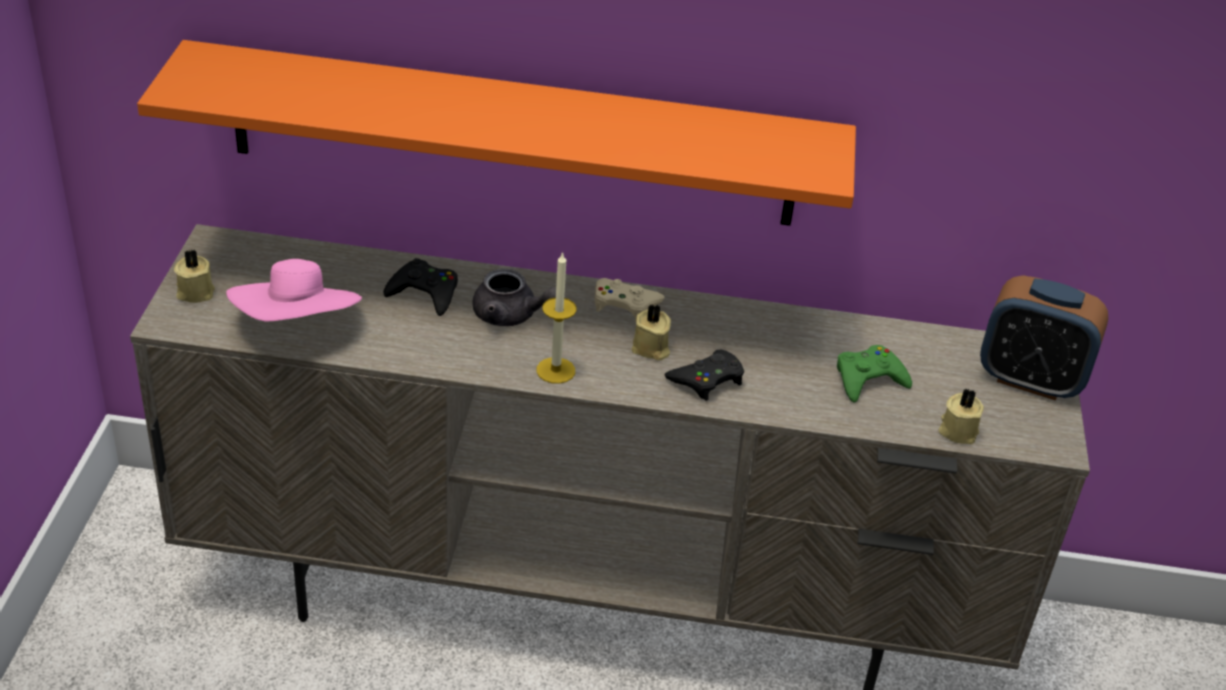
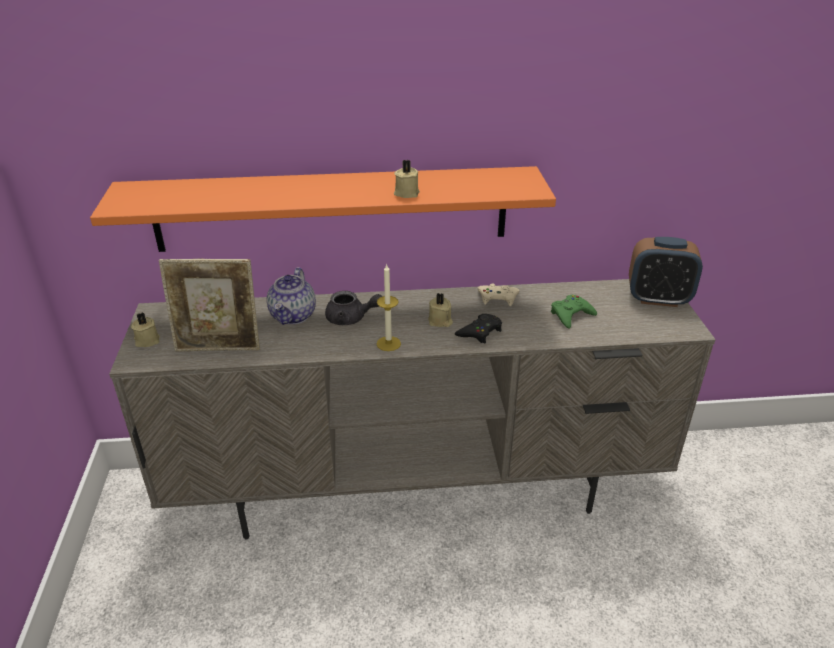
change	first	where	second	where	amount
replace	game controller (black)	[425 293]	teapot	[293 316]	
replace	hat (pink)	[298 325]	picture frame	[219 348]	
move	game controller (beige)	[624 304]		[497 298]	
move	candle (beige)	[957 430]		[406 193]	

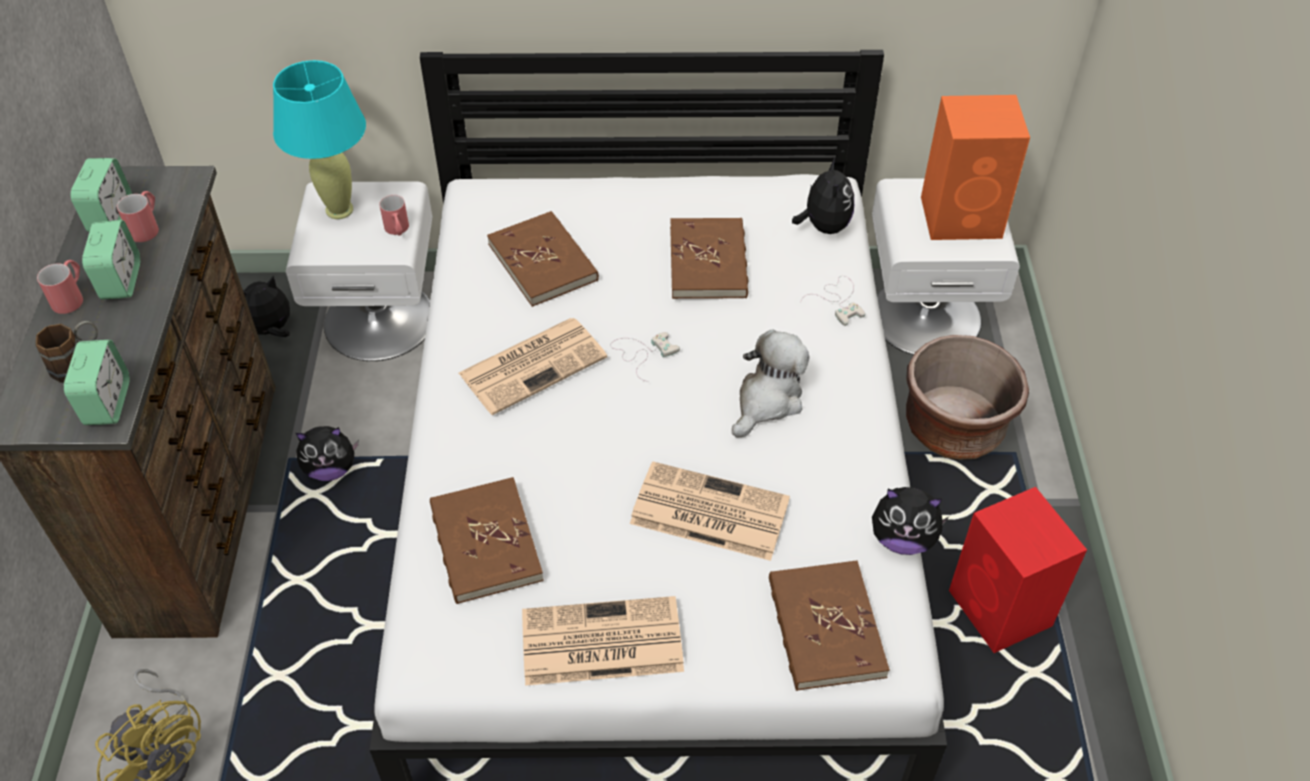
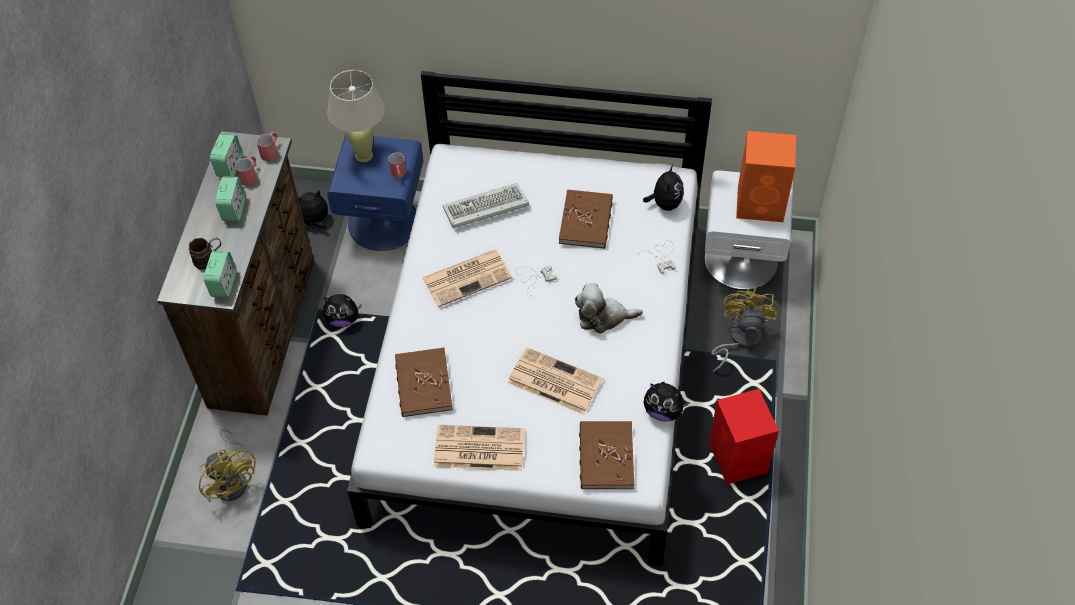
change	first	where	second	where	amount
recolor	table lamp (turquoise)	[339 210]	table lamp (beige)	[364 155]	
recolor	nightstand (white)	[379 319]	nightstand (blue)	[384 221]	
replace	book (brown)	[543 262]	keyboard	[484 209]	
move	mug (red)	[71 296]		[271 151]	
rotate	plush toy	[767 400]		[603 317]	135 degrees counterclockwise
replace	planter (brown)	[953 428]	fan (yellow)	[739 339]	

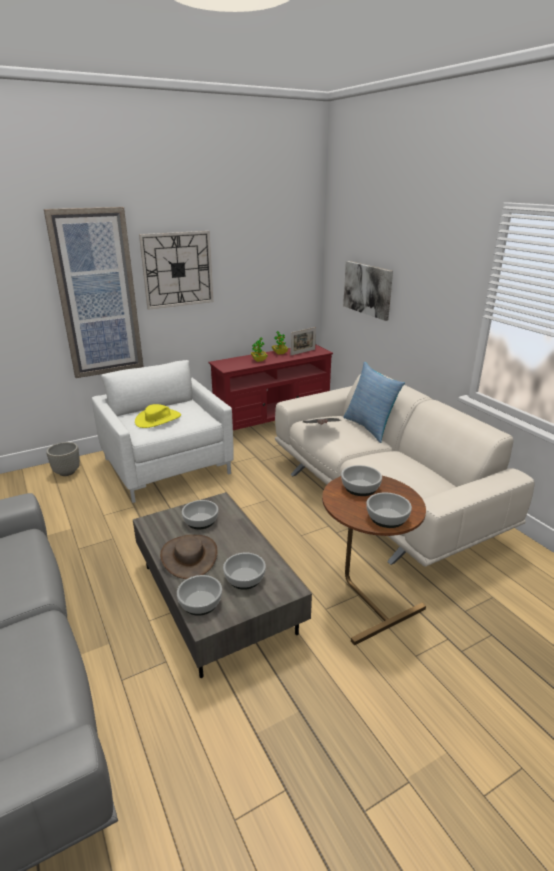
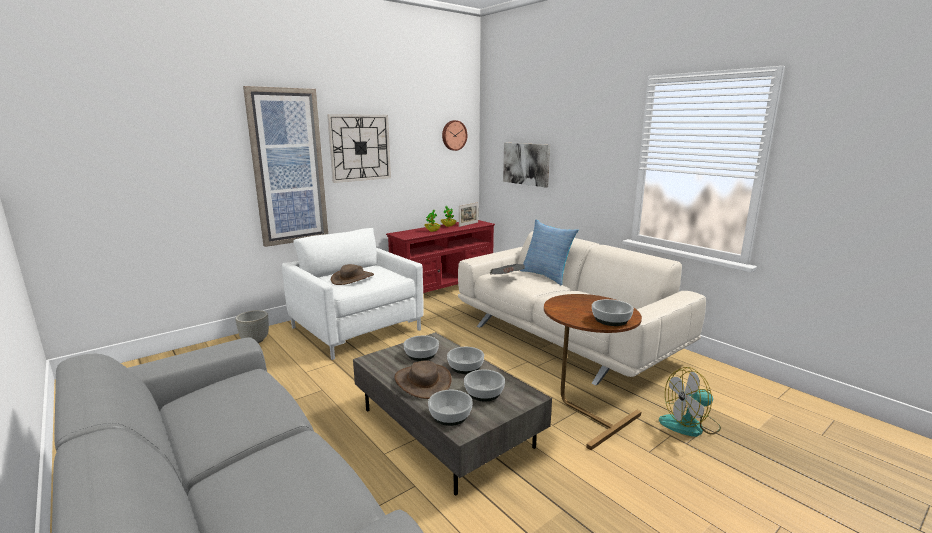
change	first	where	second	where	amount
recolor	hat (yellow)	[158 419]	hat (brown)	[352 278]	
move	bowl	[360 487]		[465 366]	
insert			wall clock	[453 135]	
insert			fan	[690 425]	

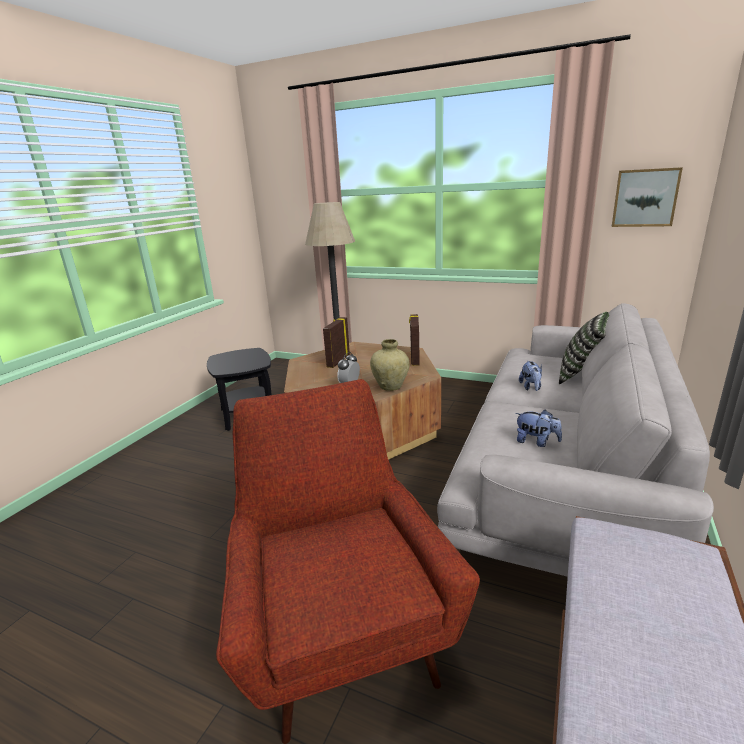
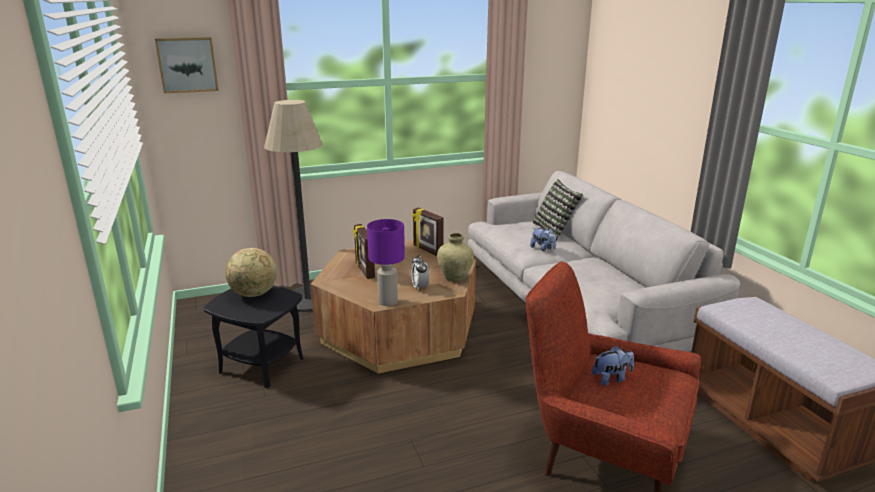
change	first	where	second	where	amount
move	picture	[645 198]		[187 65]	
move	plush toy	[536 442]		[611 378]	
insert			table lamp (purple)	[388 301]	
insert			globe	[254 294]	

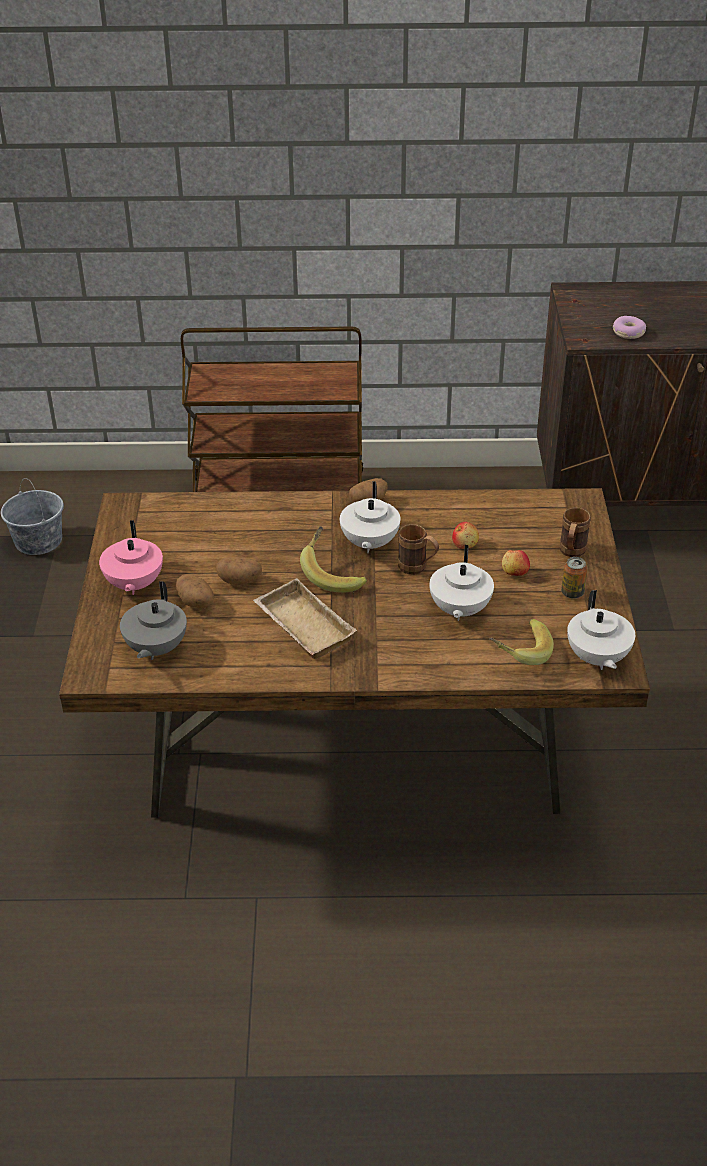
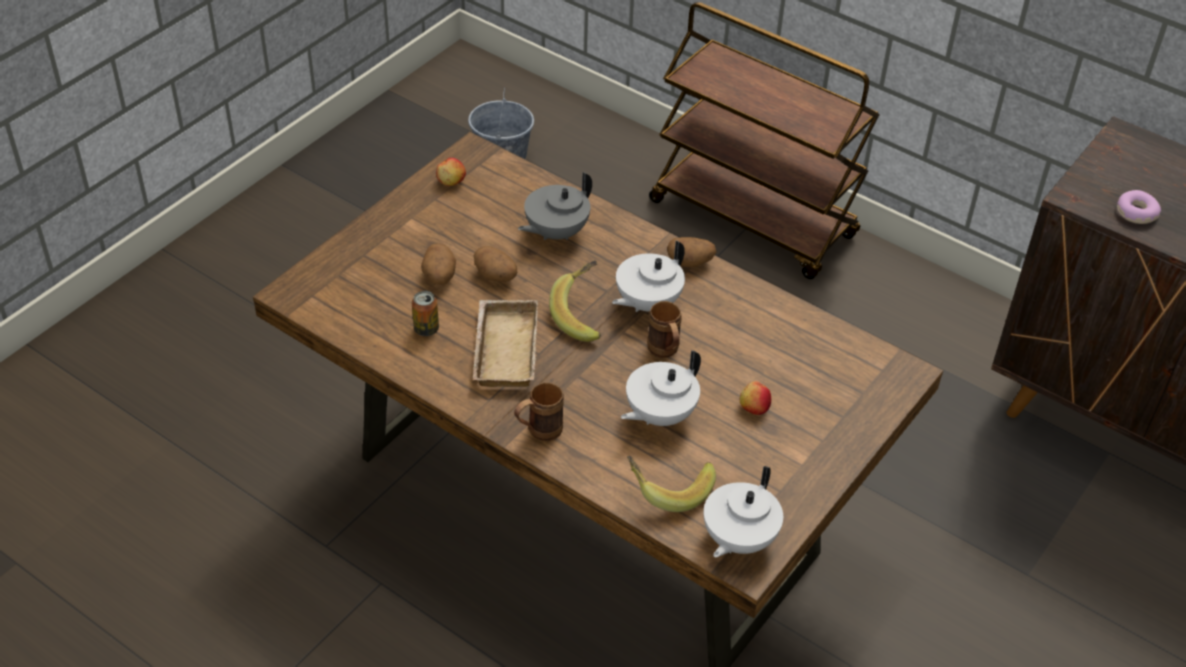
change	first	where	second	where	amount
move	mug (brown)	[571 553]		[538 432]	
delete	teapot (pink)	[133 585]			
move	apple	[465 544]		[451 181]	
move	can	[572 593]		[426 329]	
move	teapot (grey)	[155 648]		[555 232]	

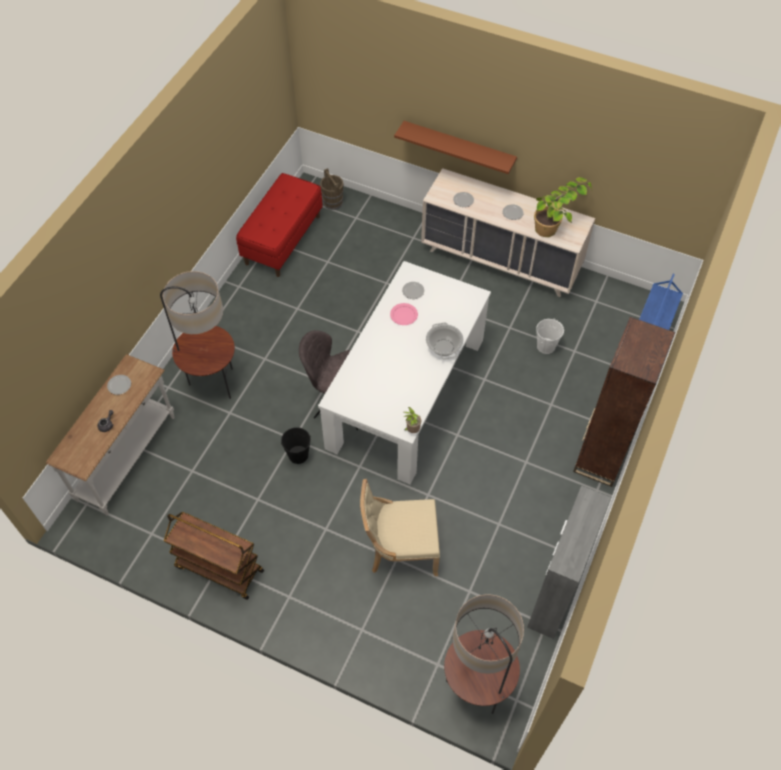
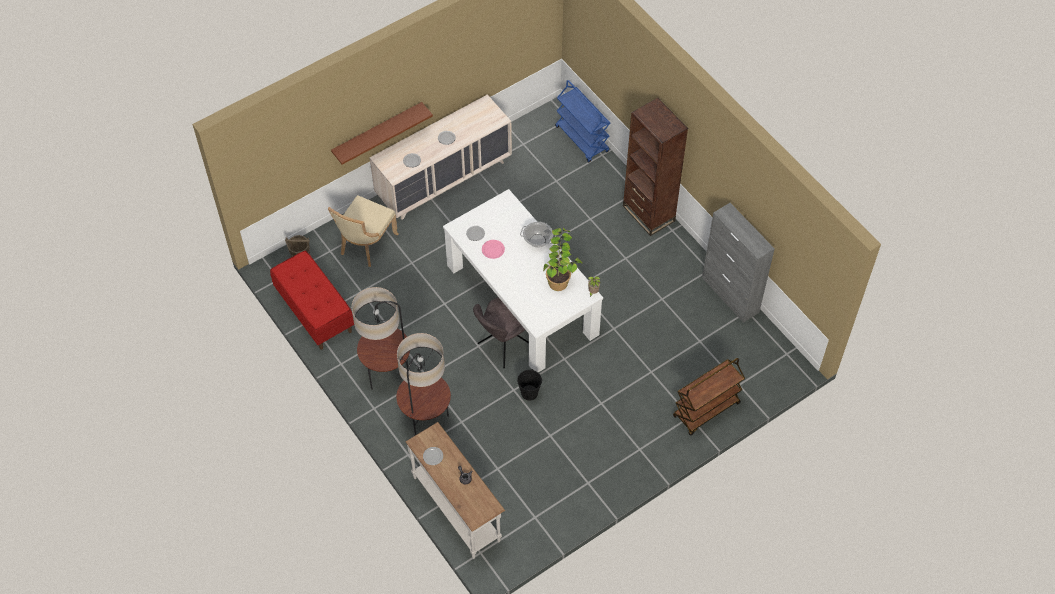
change	first	where	second	where	amount
move	potted plant	[556 227]		[560 274]	
delete	bucket (white)	[545 346]			
move	chair (beige)	[400 549]		[366 245]	
move	cart (brown)	[218 569]		[706 410]	
move	floor lamp	[476 688]		[387 375]	

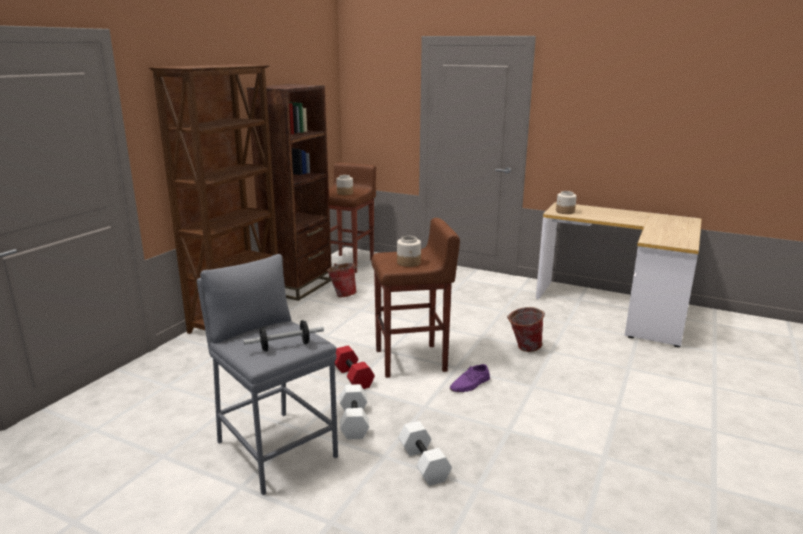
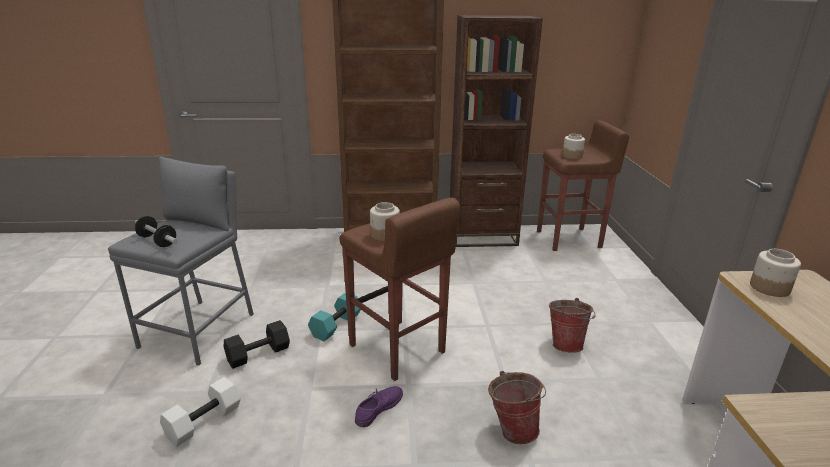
change	first	where	second	where	amount
move	bucket	[343 294]		[566 344]	
recolor	dumbbell (red)	[352 377]	dumbbell (turquoise)	[335 325]	
rotate	shoe (purple)	[470 384]		[379 408]	105 degrees clockwise
recolor	dumbbell (white)	[353 421]	dumbbell (black)	[258 353]	

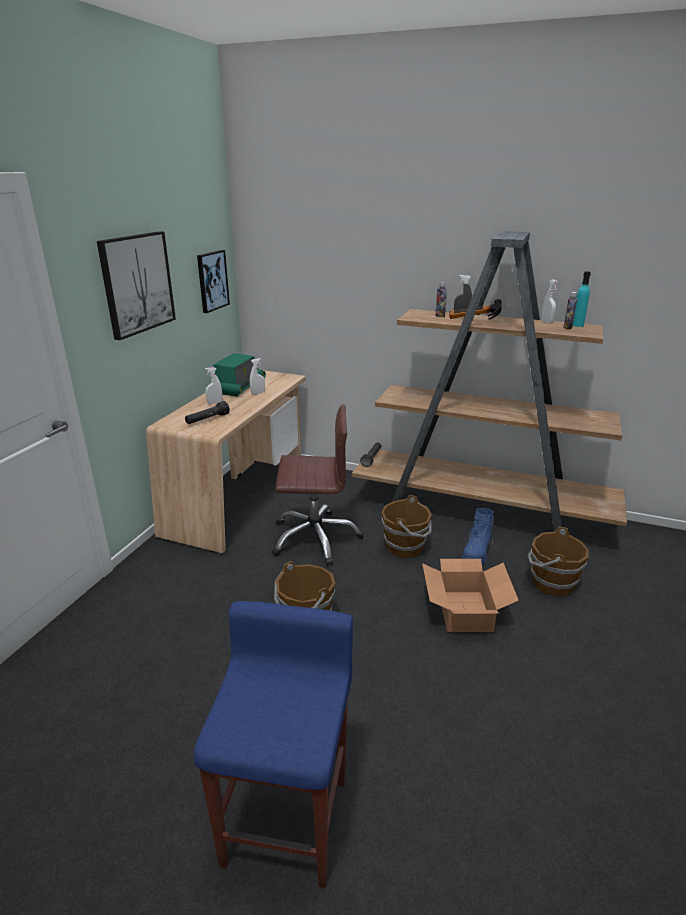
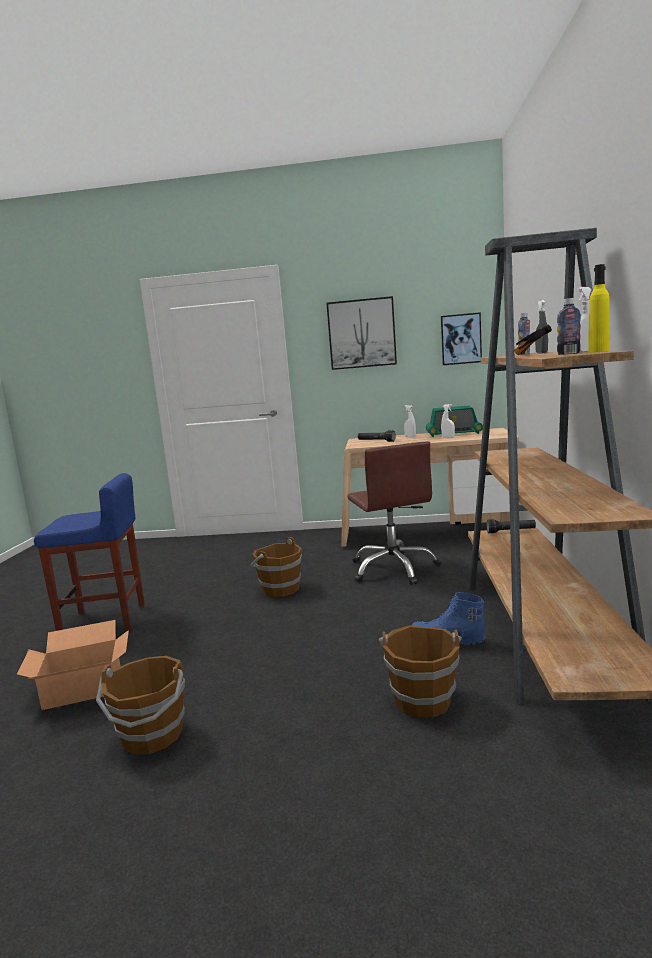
change	first	where	second	where	amount
recolor	bottle (turquoise)	[577 325]	bottle (yellow)	[598 352]	
move	bucket (brown)	[405 547]		[152 736]	
move	cardboard box	[465 611]		[84 687]	

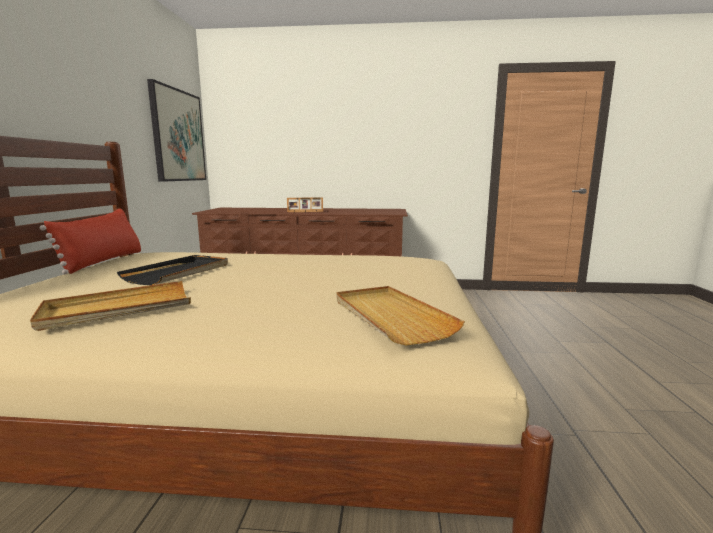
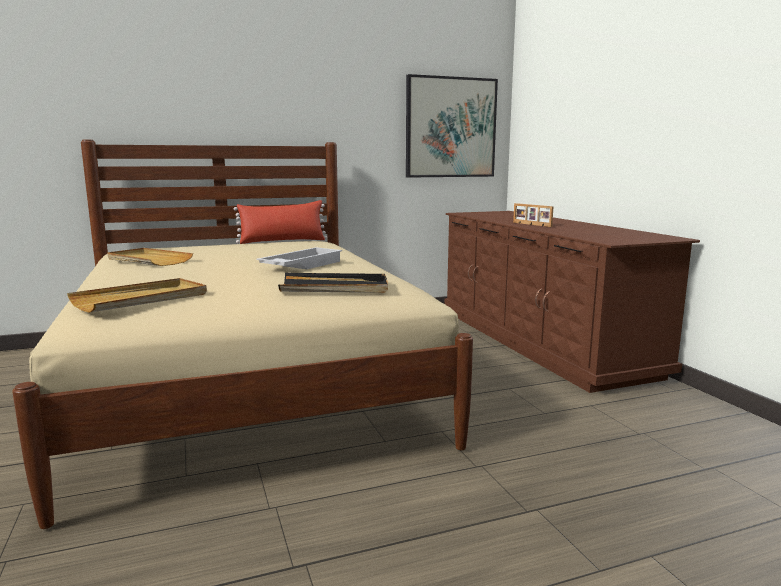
change	first	where	second	where	amount
move	tray (black)	[179 272]		[335 287]	
insert			tray (white)	[301 265]	

